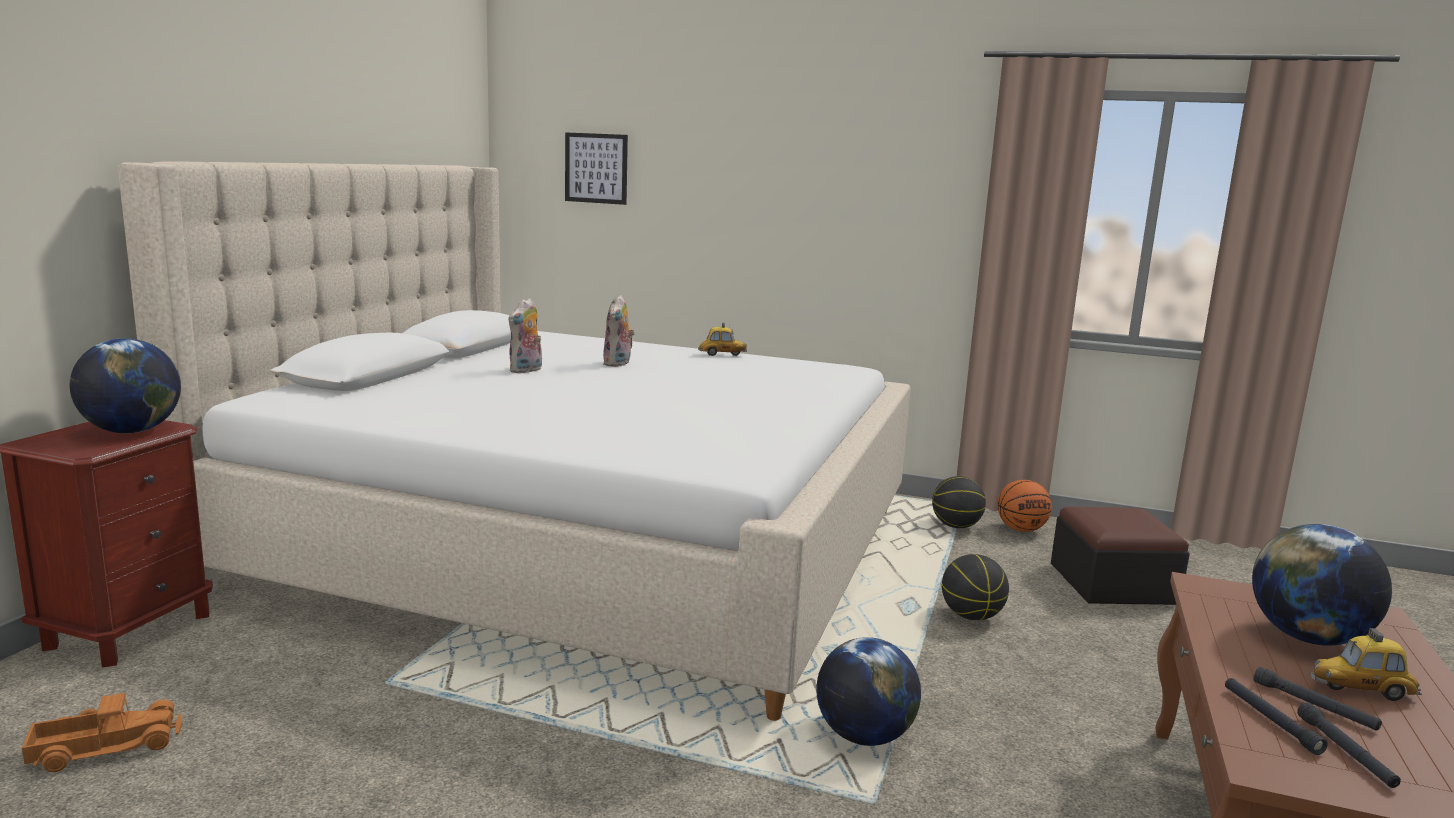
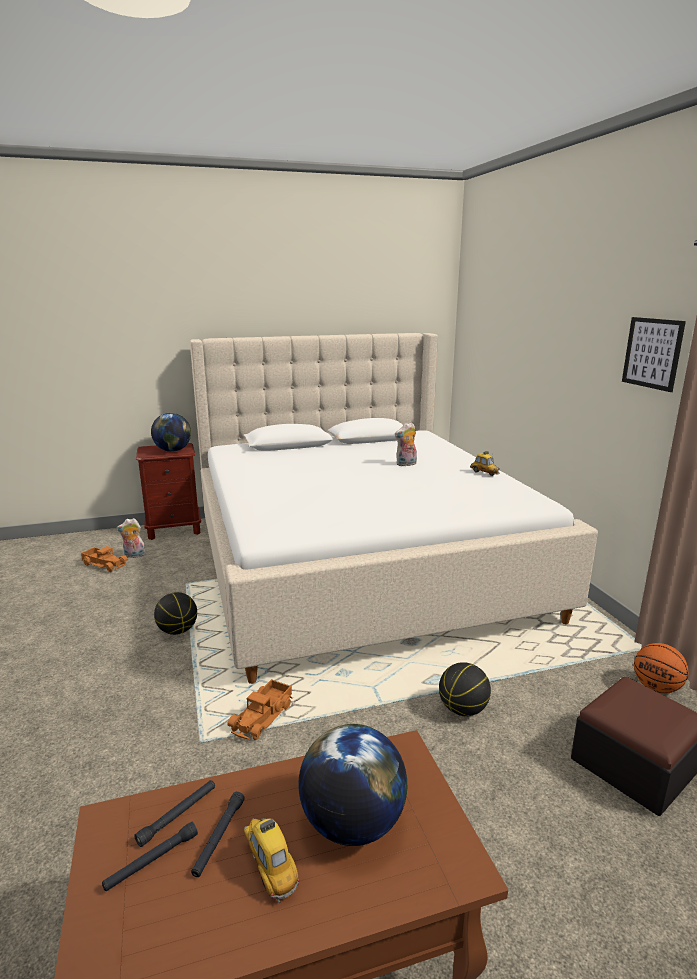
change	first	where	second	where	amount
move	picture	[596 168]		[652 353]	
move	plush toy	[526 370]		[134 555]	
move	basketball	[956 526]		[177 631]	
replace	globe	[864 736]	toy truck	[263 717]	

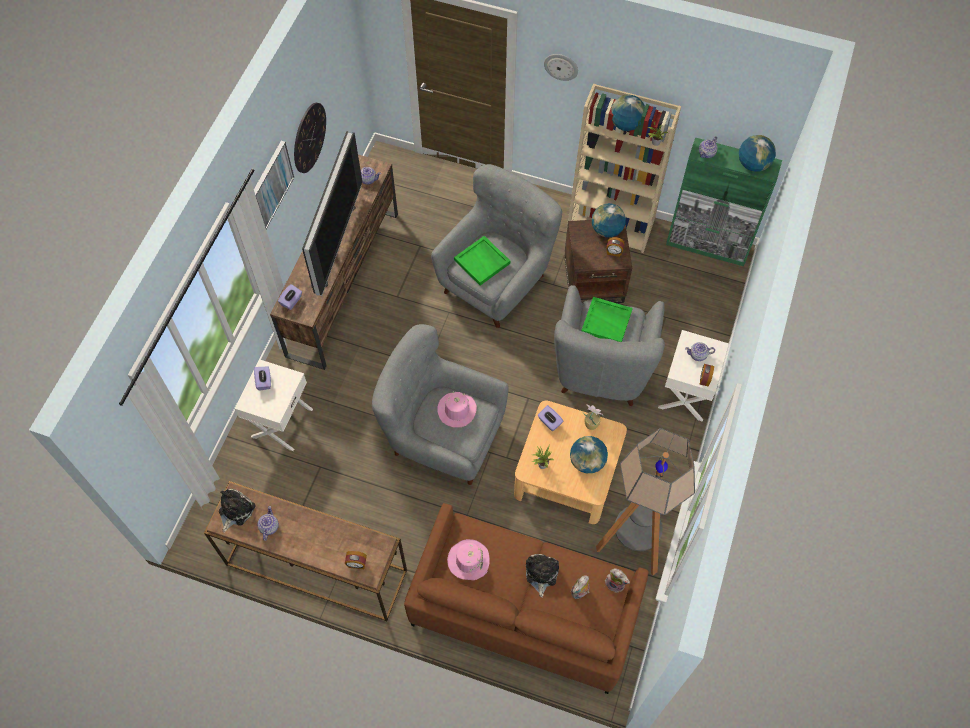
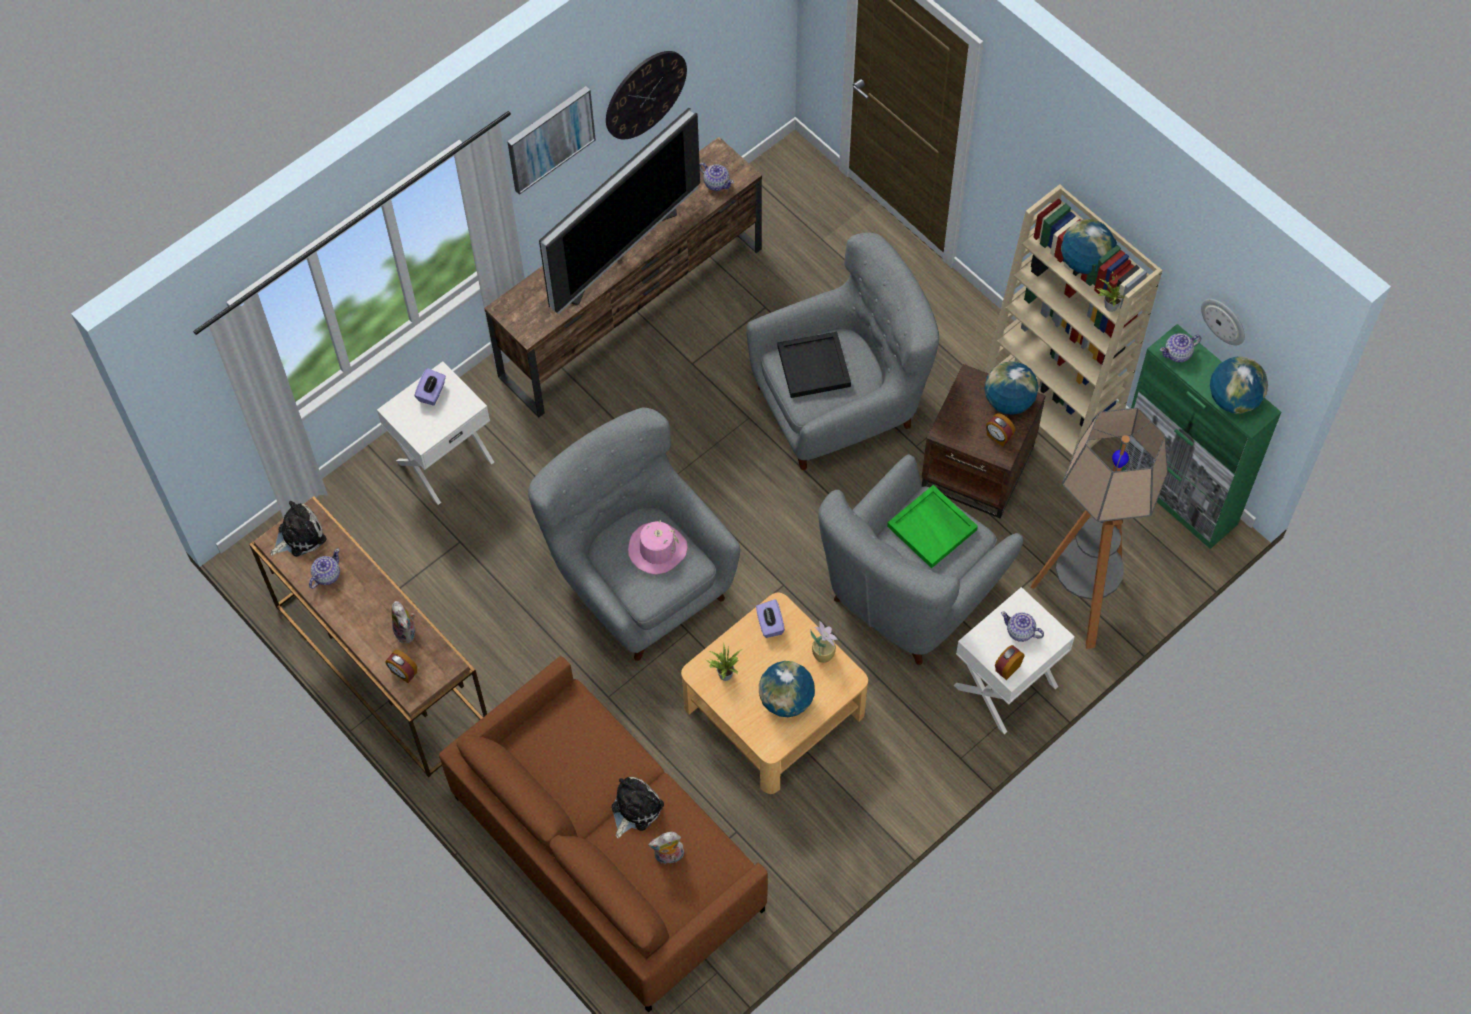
change	first	where	second	where	amount
move	wall clock	[561 66]		[1224 320]	
recolor	tray (green)	[482 262]	tray (black)	[814 367]	
delete	tissue box (purple)	[291 301]			
move	floor lamp	[631 545]		[1080 601]	
delete	hat (pink)	[468 560]			
move	plush toy	[615 583]		[407 632]	

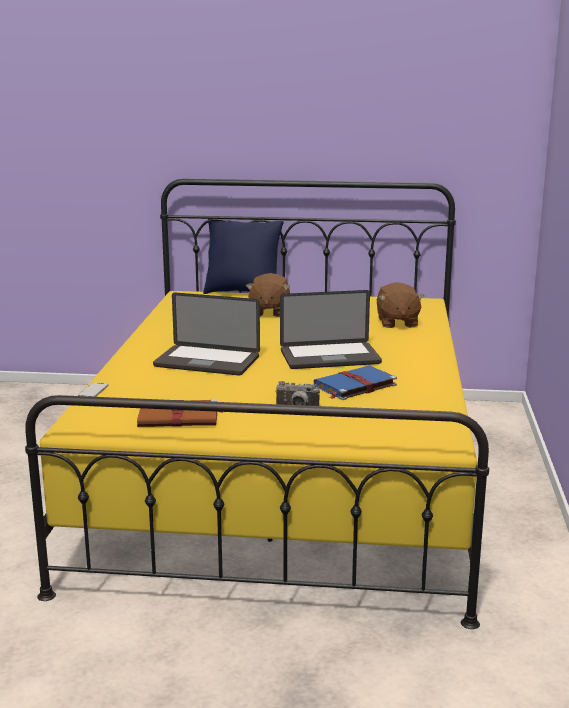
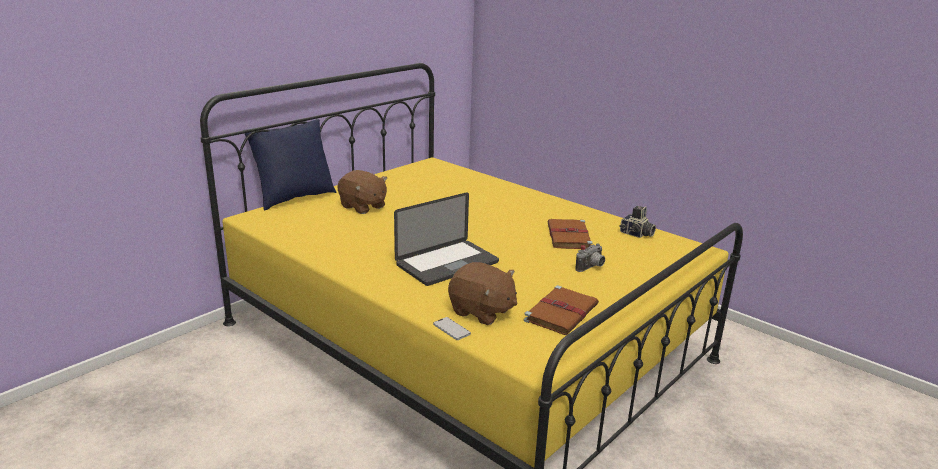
change	first	where	second	where	amount
move	plush toy (brown)	[397 323]		[481 311]	
delete	laptop	[330 357]			
recolor	book (blue)	[354 386]	book (brown)	[569 237]	
insert			photo camera	[636 234]	

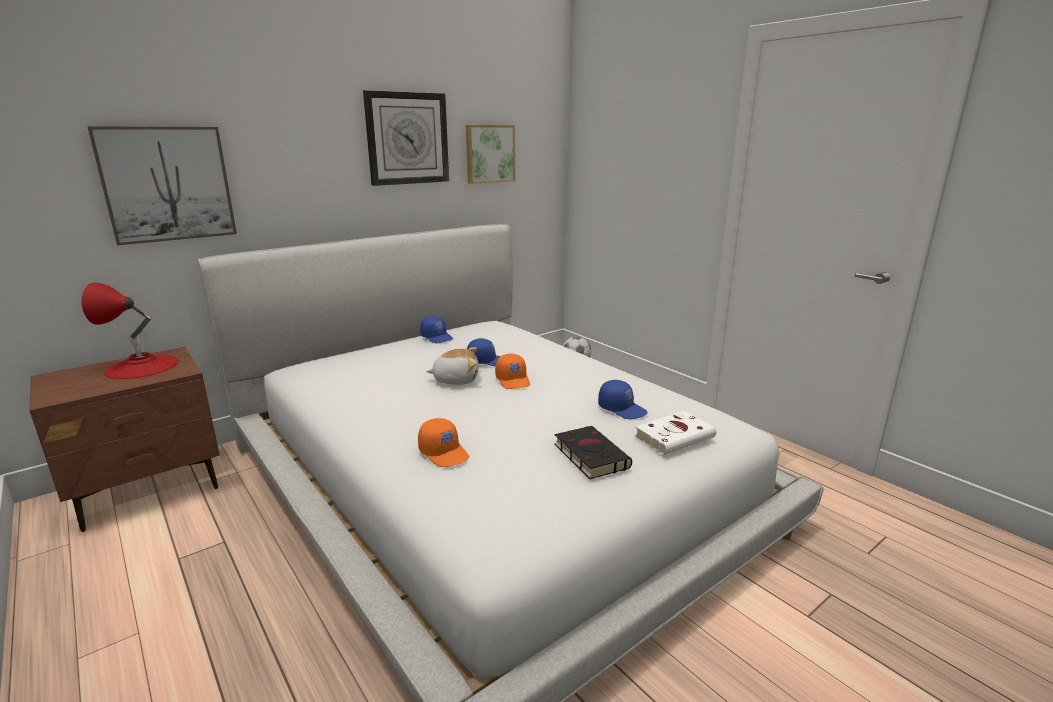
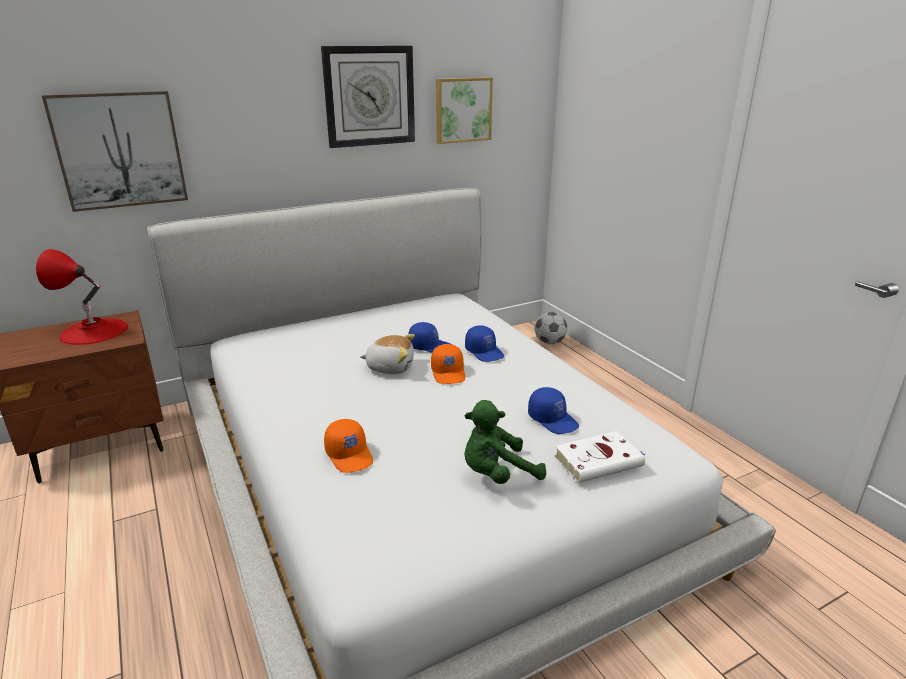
change	first	where	second	where	amount
move	cap (blue)	[437 337]		[485 352]	
replace	book (black)	[589 455]	plush toy (green)	[497 474]	

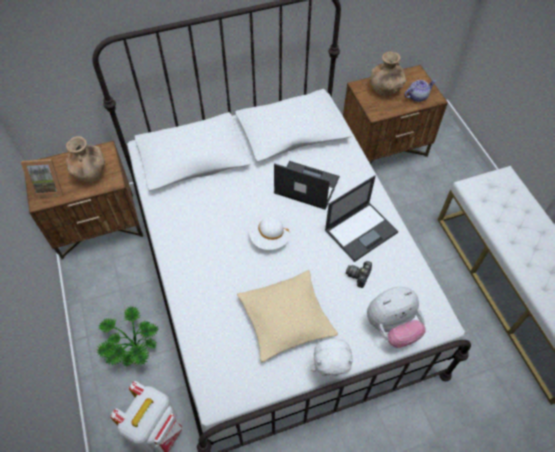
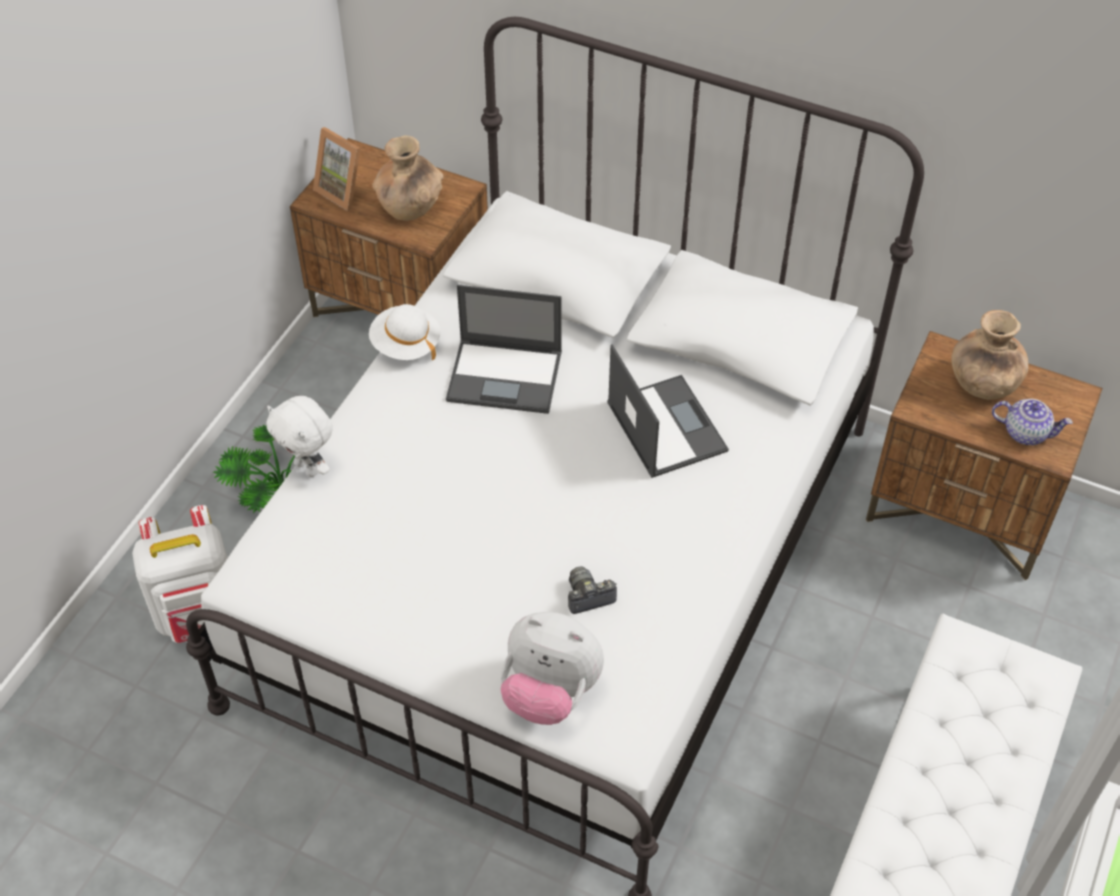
change	first	where	second	where	amount
move	laptop	[361 230]		[506 376]	
move	hat (white)	[269 238]		[405 345]	
delete	pillow (beige)	[286 319]			
move	plush toy (white)	[330 371]		[308 467]	

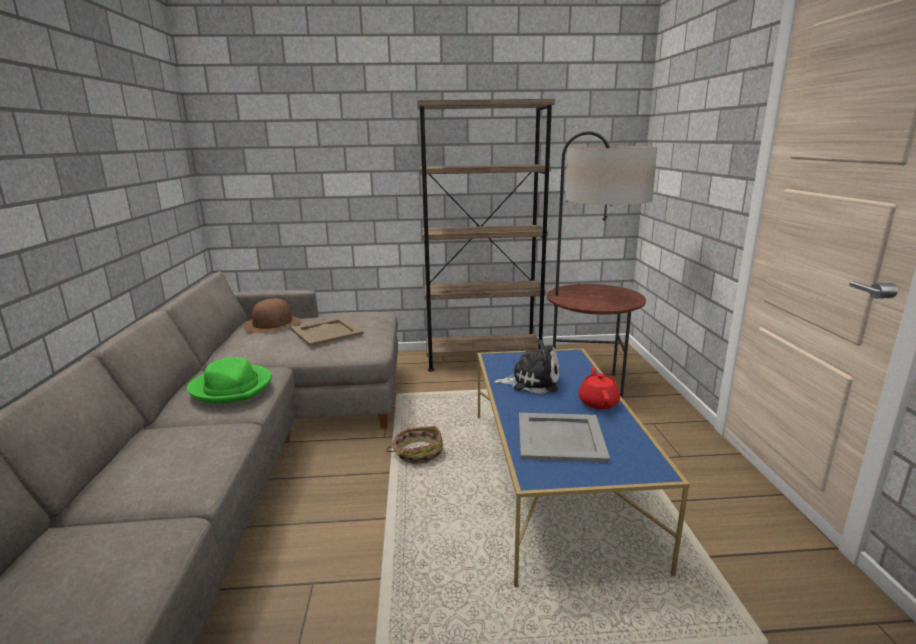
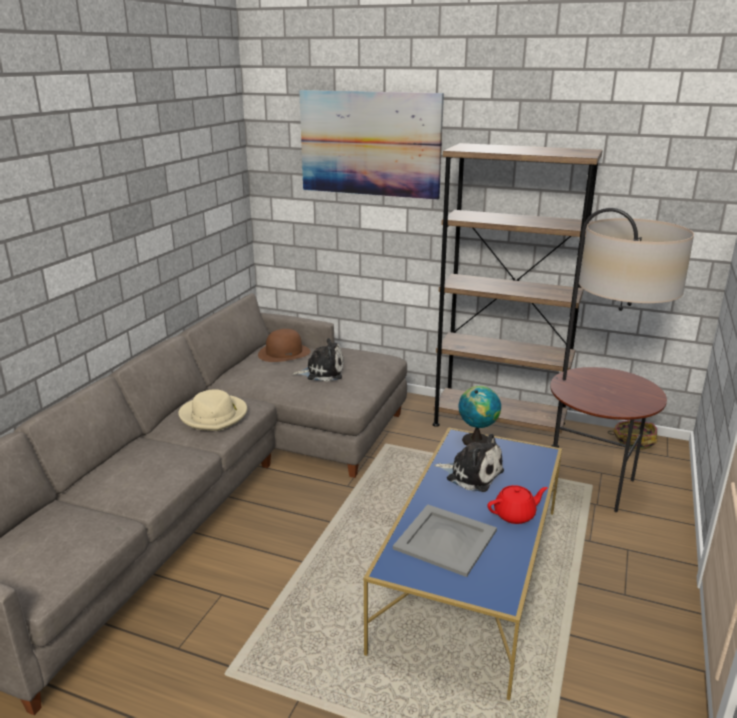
change	first	where	second	where	amount
replace	tray (beige)	[326 332]	plush toy	[322 372]	
recolor	hat (green)	[232 387]	hat (beige)	[214 415]	
rotate	teapot (red)	[598 402]		[515 515]	45 degrees clockwise
move	basket	[417 452]		[633 440]	
insert			picture	[370 144]	
insert			globe	[477 440]	

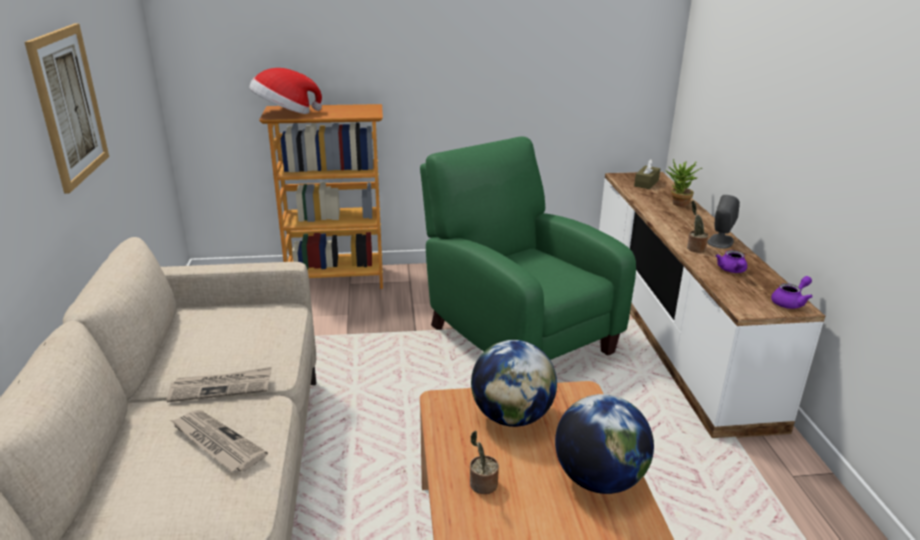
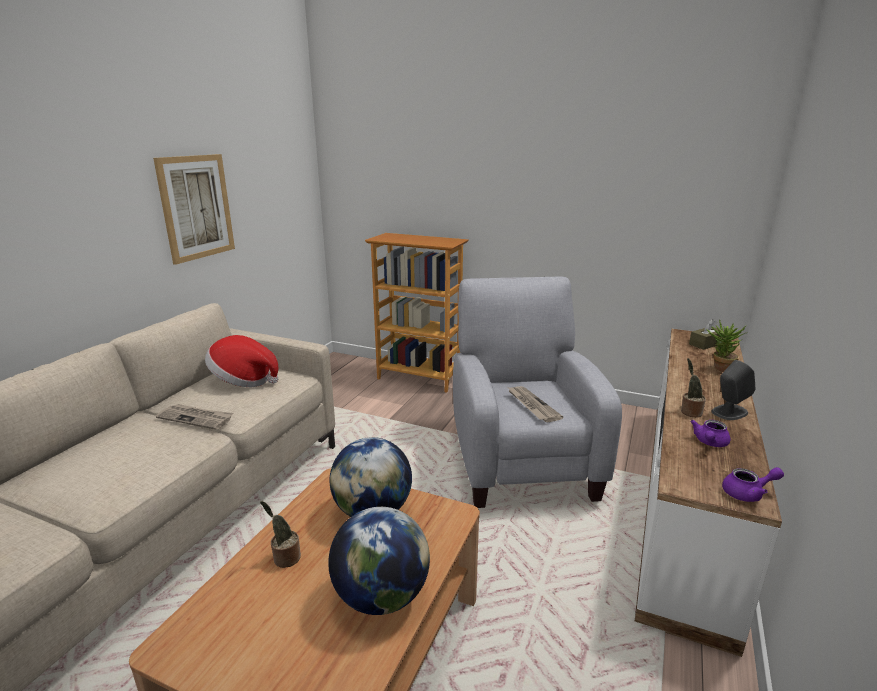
change	first	where	second	where	amount
move	hat	[285 113]		[243 380]	
recolor	armchair (green)	[516 336]	armchair (grey)	[520 458]	
move	newspaper	[216 443]		[532 405]	

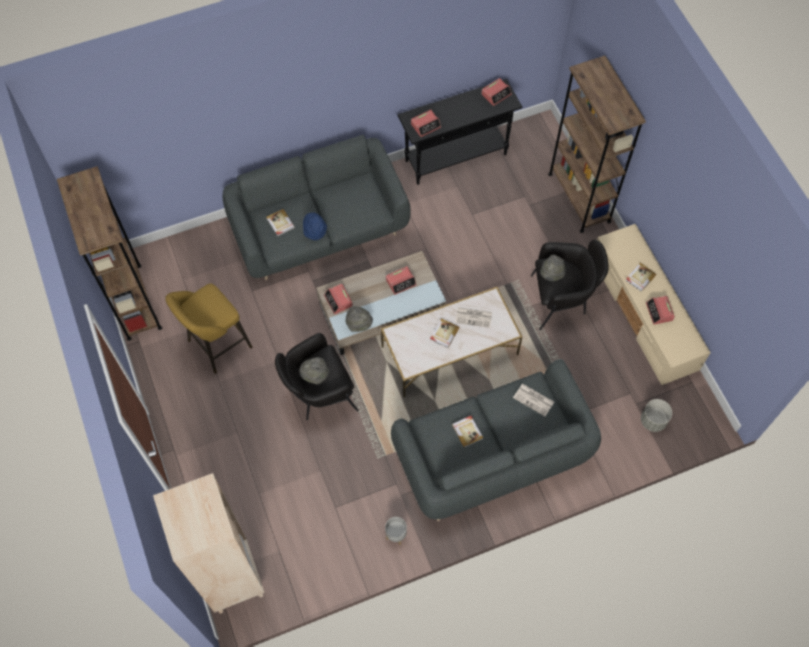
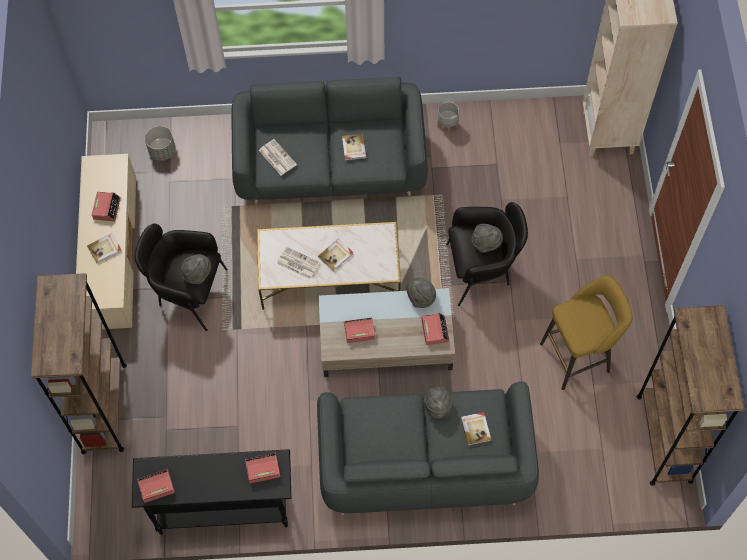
change	first	where	second	where	amount
recolor	hat (blue)	[314 232]	hat (grey)	[438 407]	

